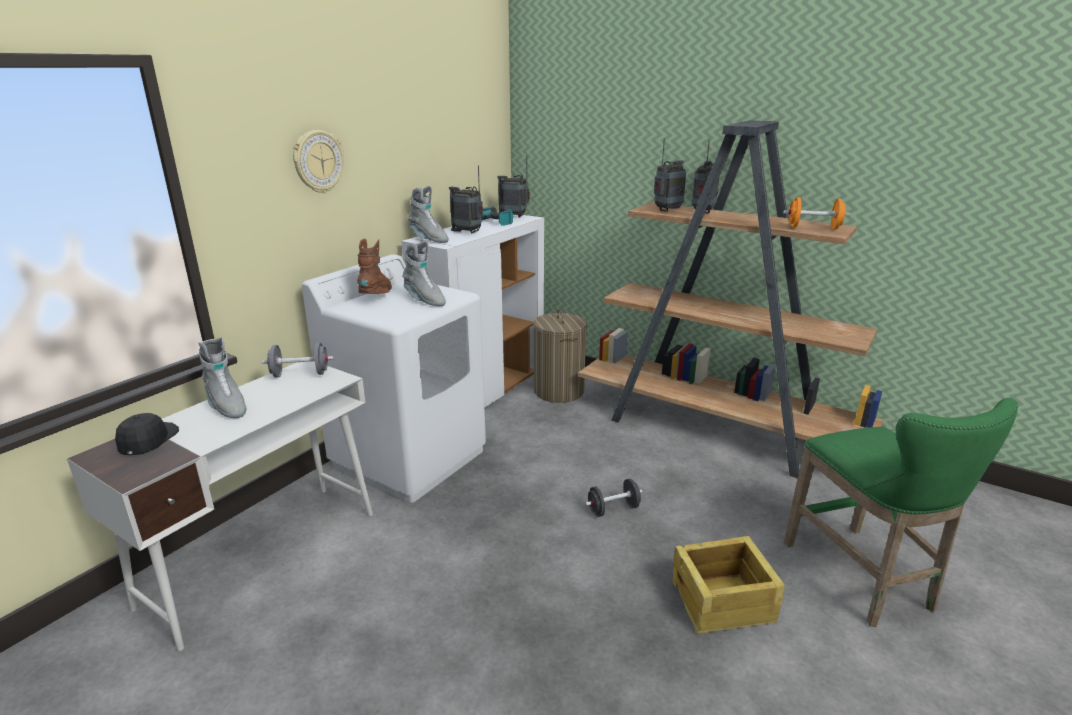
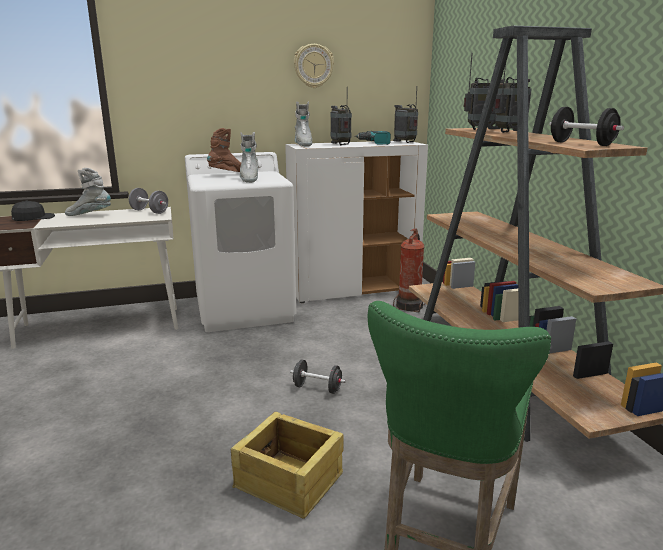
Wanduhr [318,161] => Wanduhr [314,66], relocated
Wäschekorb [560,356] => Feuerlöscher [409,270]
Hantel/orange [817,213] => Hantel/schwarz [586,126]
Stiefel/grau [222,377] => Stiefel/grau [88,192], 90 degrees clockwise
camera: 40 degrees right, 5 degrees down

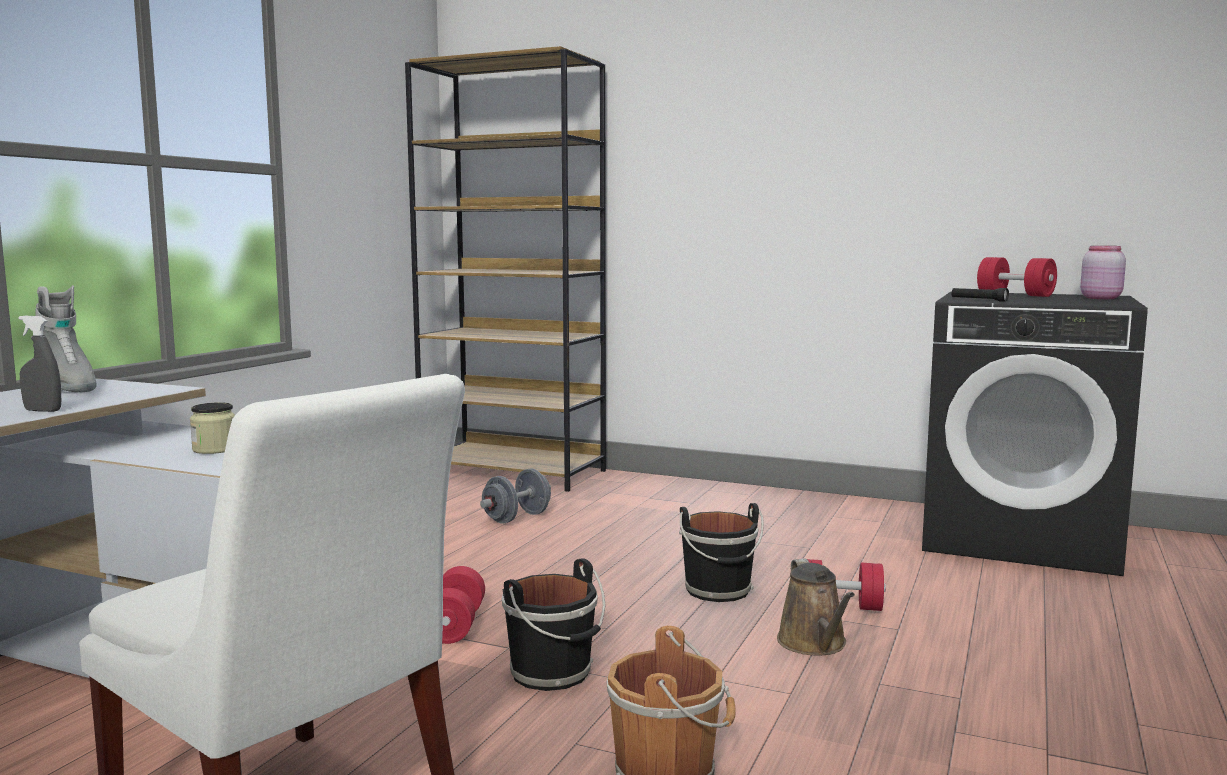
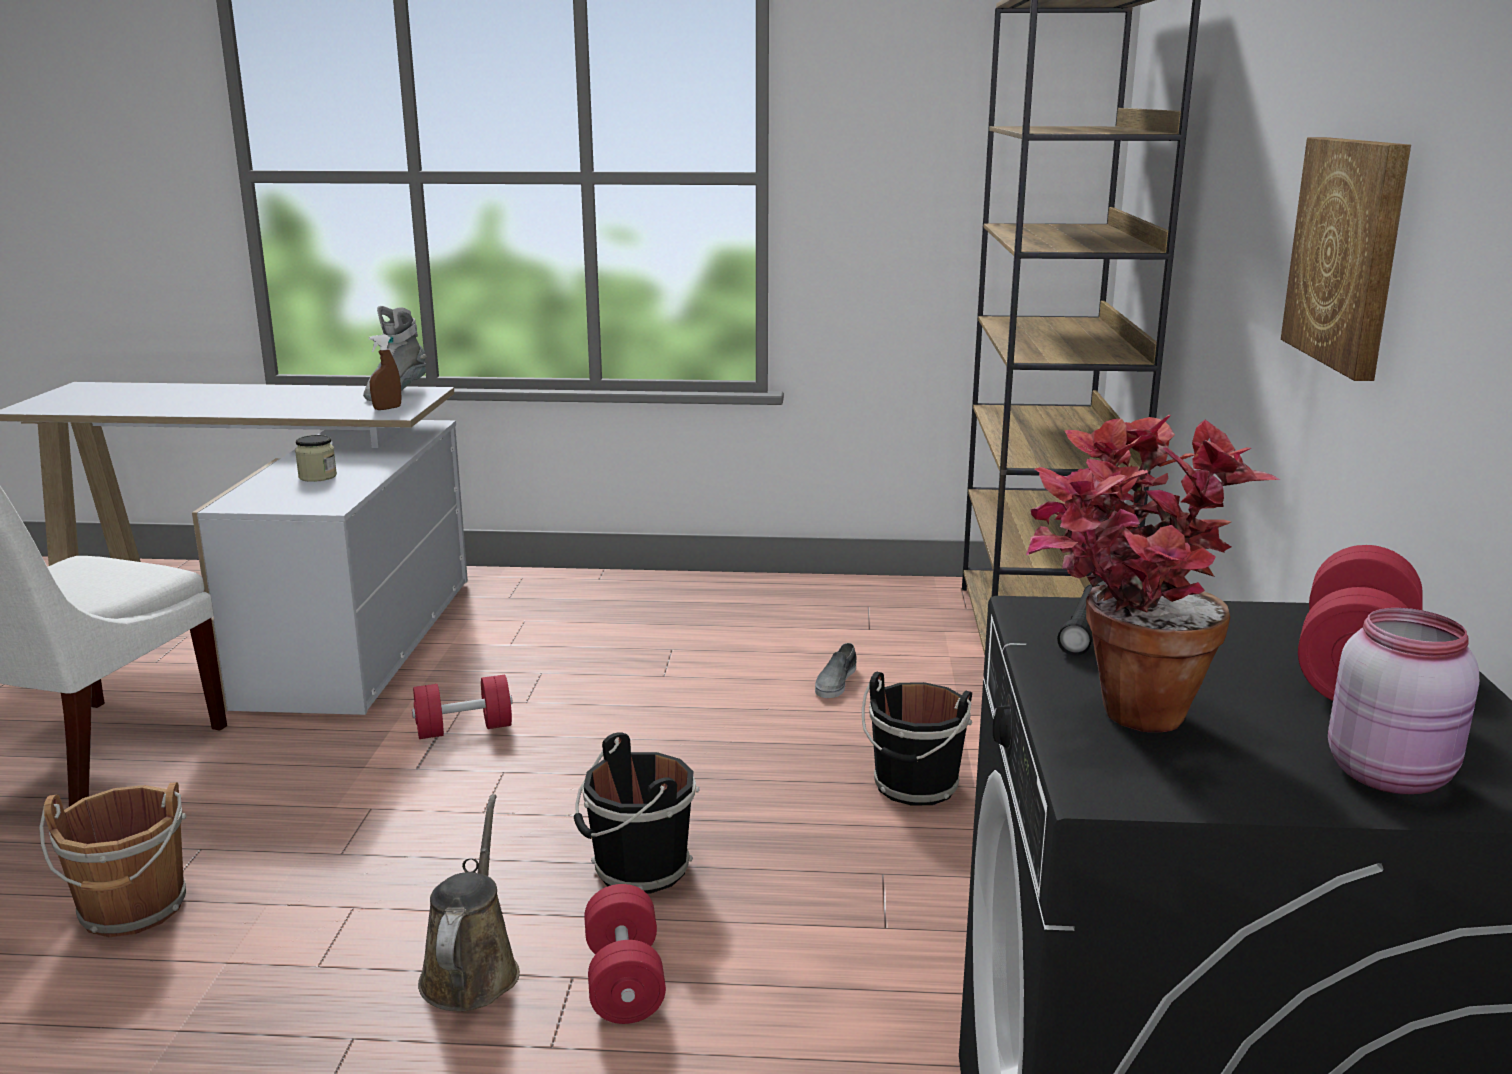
Sprühflasche/grau [39,364] => nothing
nothing => Sprühflasche/braun [385,372]
nothing => Topfpflanze [1153,573]
nothing => Bild [1346,259]
Eimer/schwarz [554,624] => Eimer/schwarz [917,739], relocated
Hantel/grau [515,496] => Schuh/grau [835,670]
Gießkanne/braun [816,606] => Gießkanne/braun [469,902], 120 degrees clockwise
camera: 70 degrees right, 10 degrees up

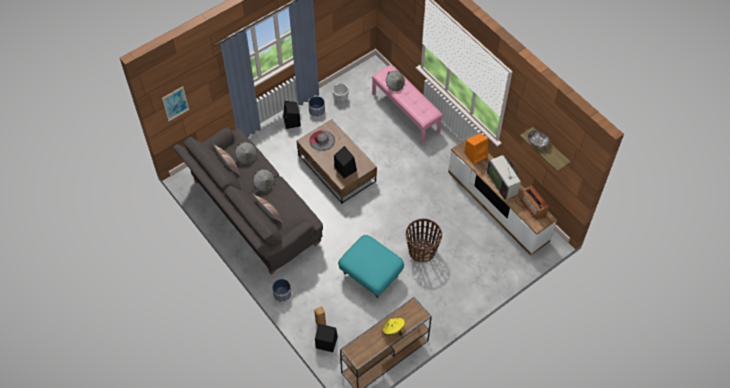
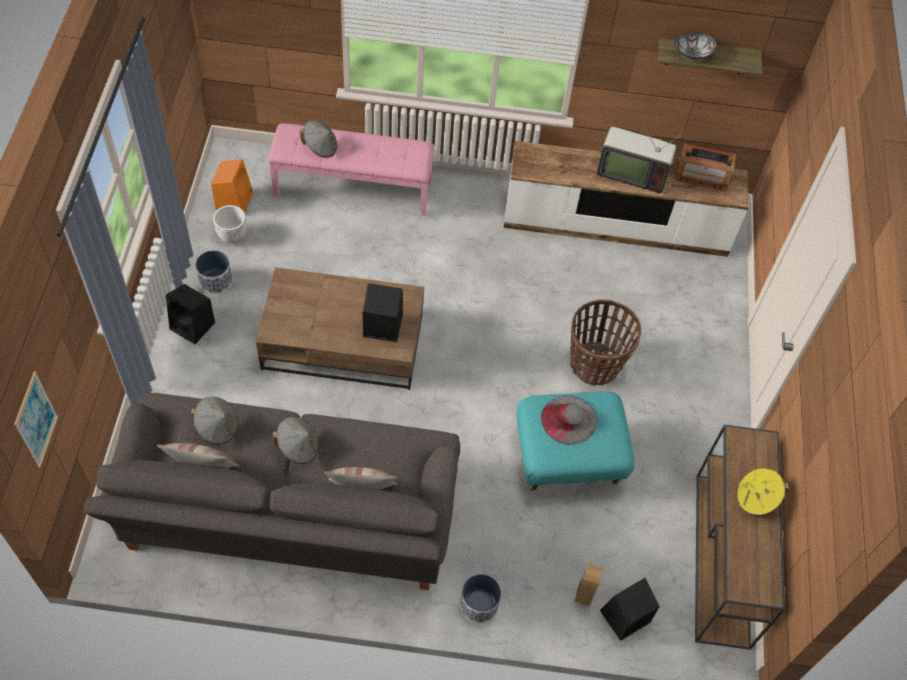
Hut/grau [322,140] => Hut/grau [569,420], relocated
Lautsprecher/orange [476,148] => Lautsprecher/orange [232,186], relocated
camera: 50 degrees left, 0 degrees up

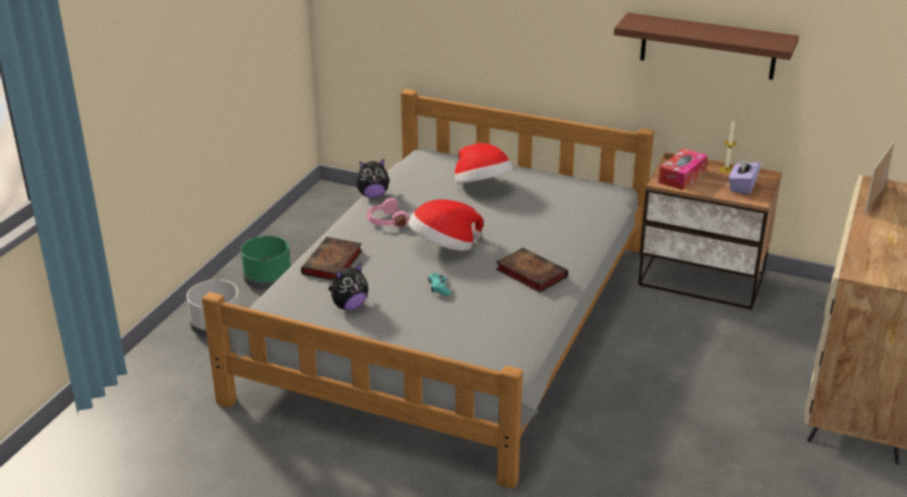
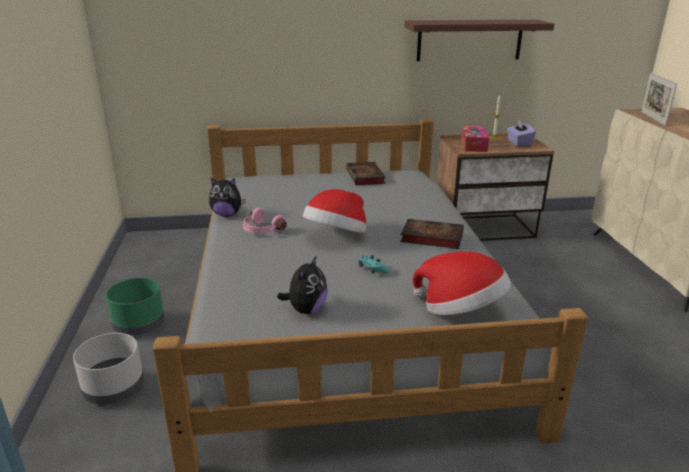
Buch [331,259] => Buch [366,173], relocated
Hut [483,163] => Hut [462,283], relocated
Plüschtier [373,178] => Plüschtier [227,197], 45 degrees clockwise
camera: 30 degrees left, 5 degrees down

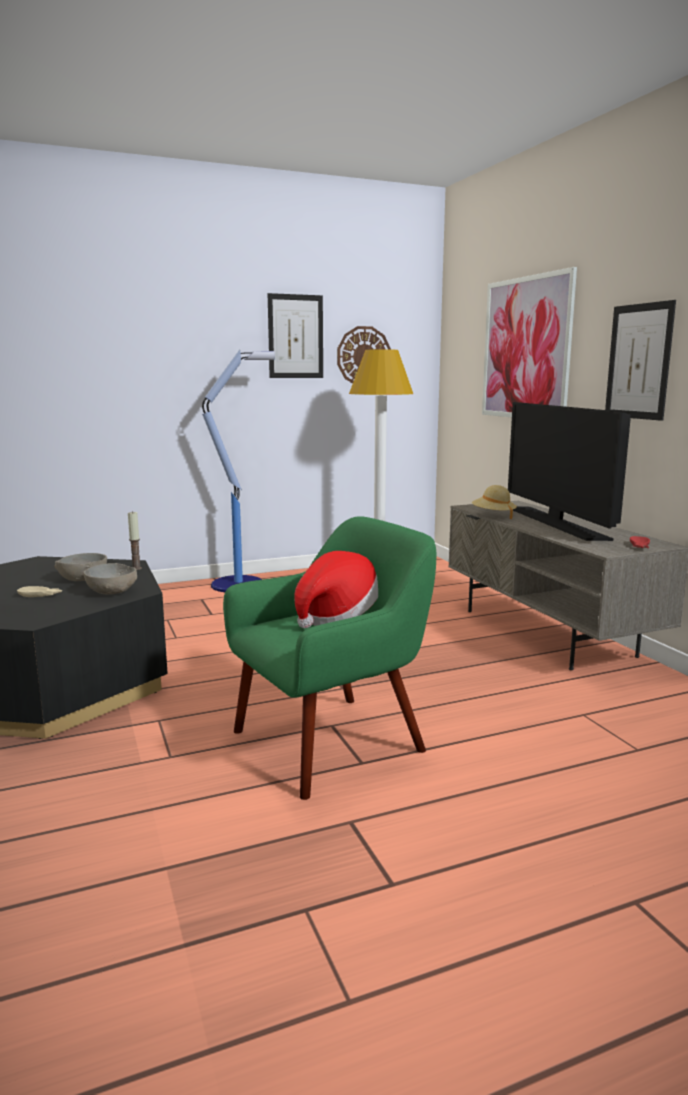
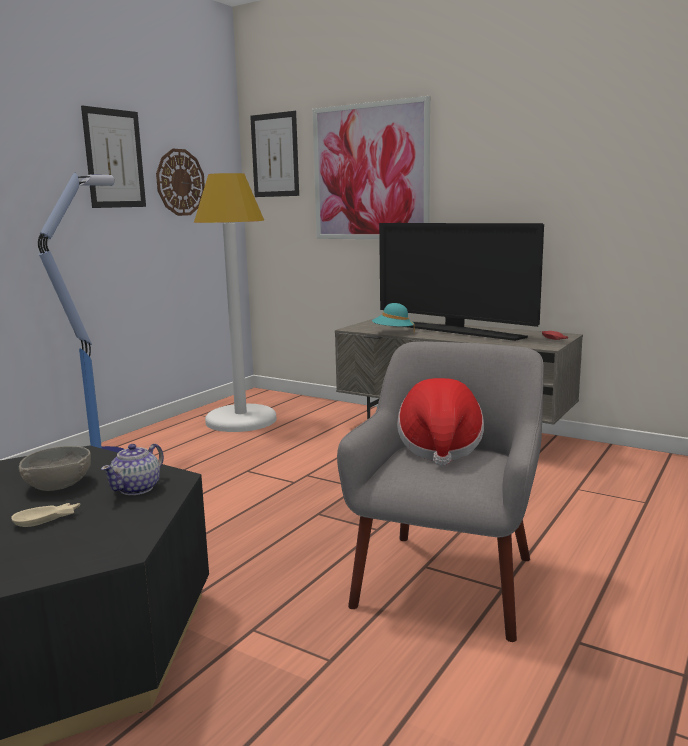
Kerze [135,540] => nothing
Bild [640,360] => Bild [274,154], relocated
Schüssel/grau [110,579] => Teekanne [132,469]
Sessel/grün [329,658] => Sessel/grau [440,492]
Hut/beige [494,502] => Hut/türkis [393,318]
camera: 35 degrees left, 0 degrees up

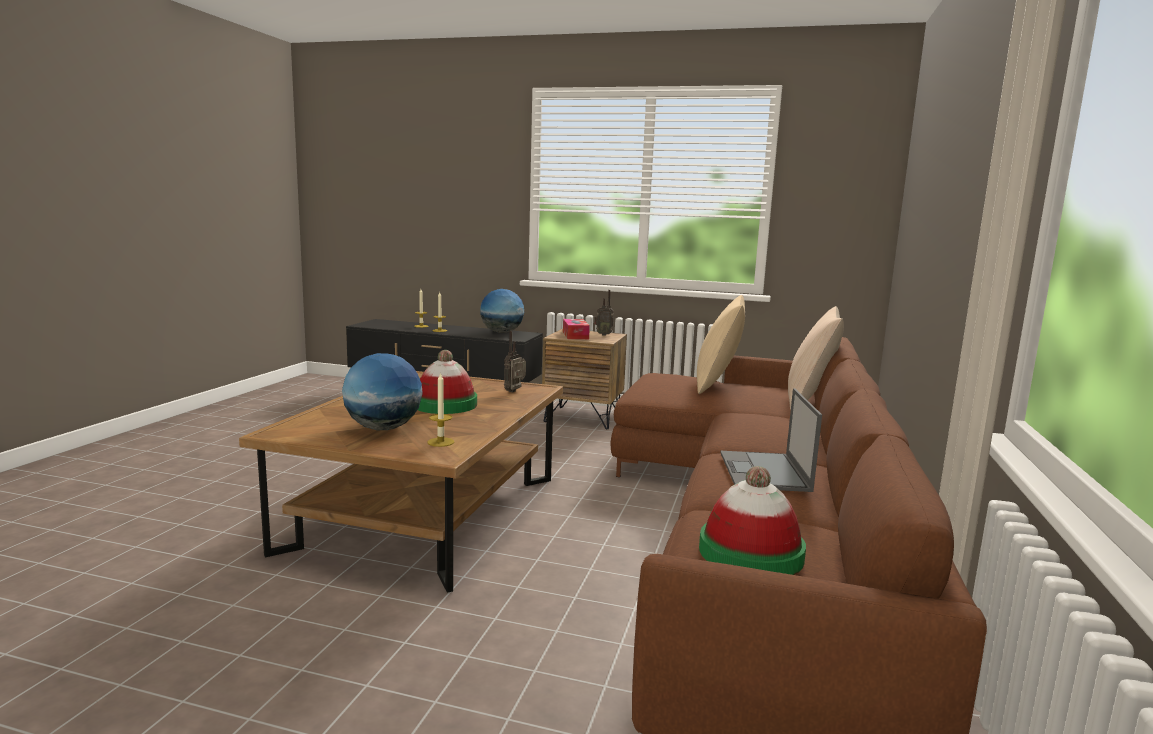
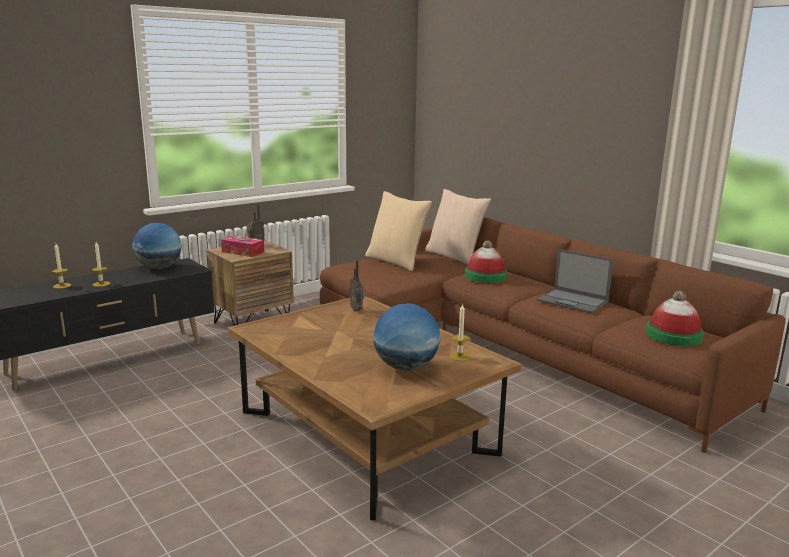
Hut [447,382] => Hut [486,261], relocated
camera: 55 degrees left, 5 degrees up

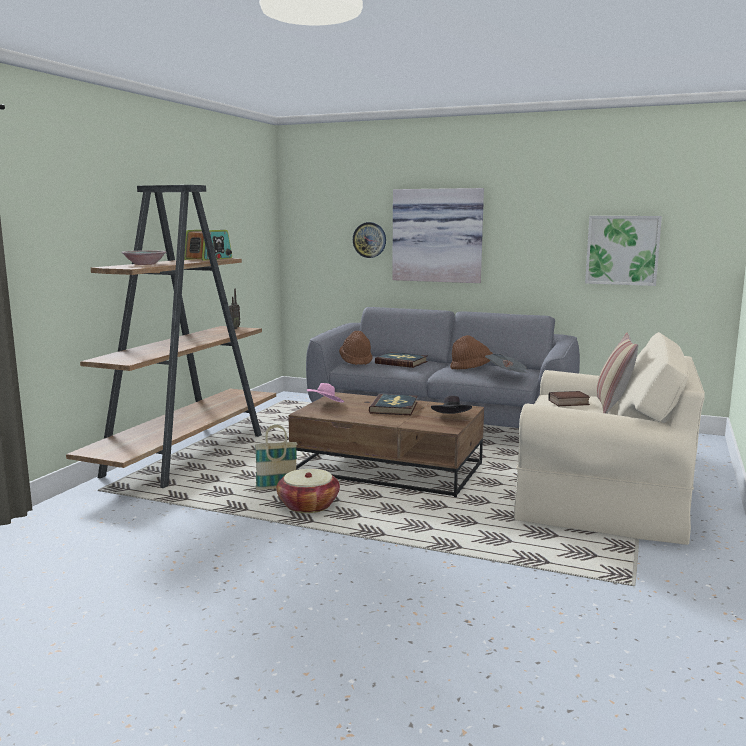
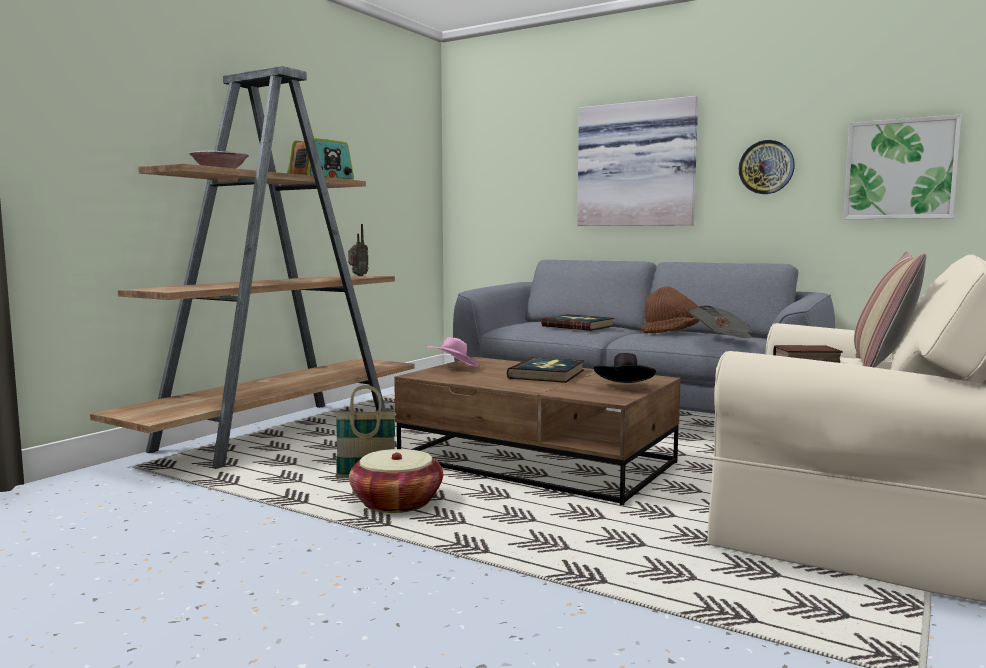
Hut/braun [356,348] => nothing
Wanduhr [369,240] => Wanduhr [767,167], relocated
camera: 10 degrees right, 5 degrees down

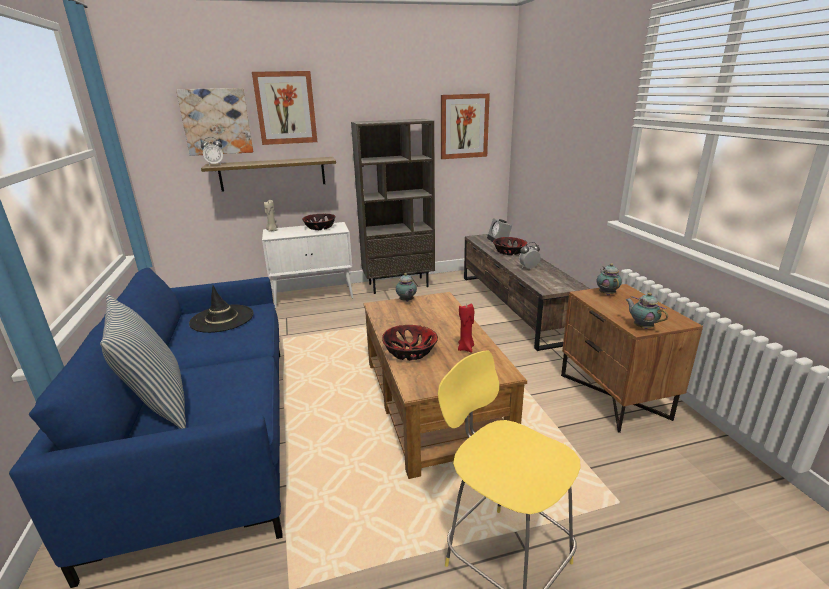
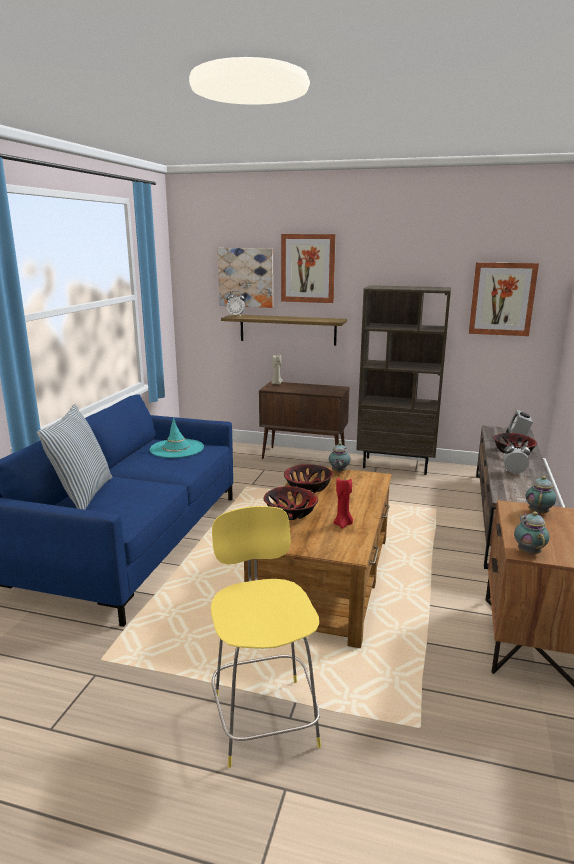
Schüssel [319,222] => Schüssel [308,478], relocated
Hut/schwarz [221,309] => Hut/türkis [177,438]
Schrank/weiß [307,265] => Schrank/braun [304,420]
camera: 30 degrees right, 5 degrees down

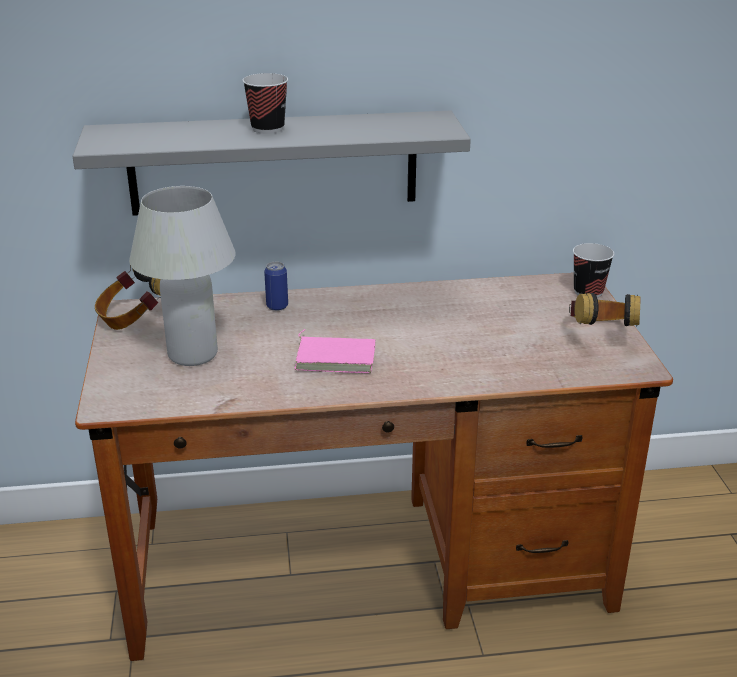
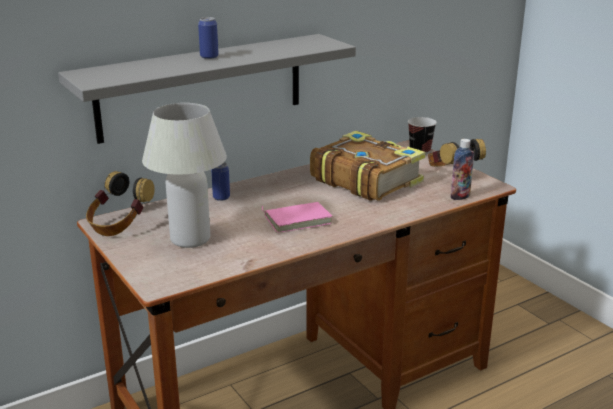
nothing => Buch [368,166]
nothing => Flasche [462,169]
Tasse [265,103] => Dose [208,38]
camera: 25 degrees left, 5 degrees down

